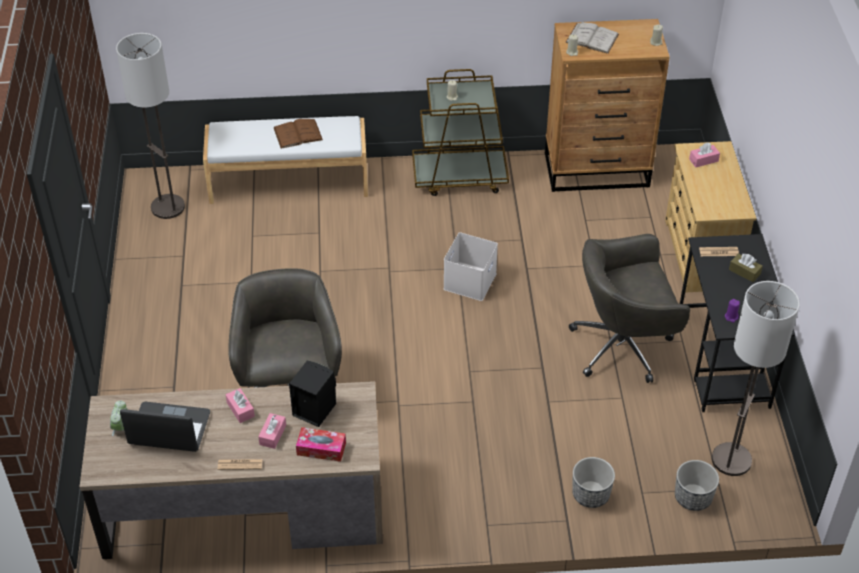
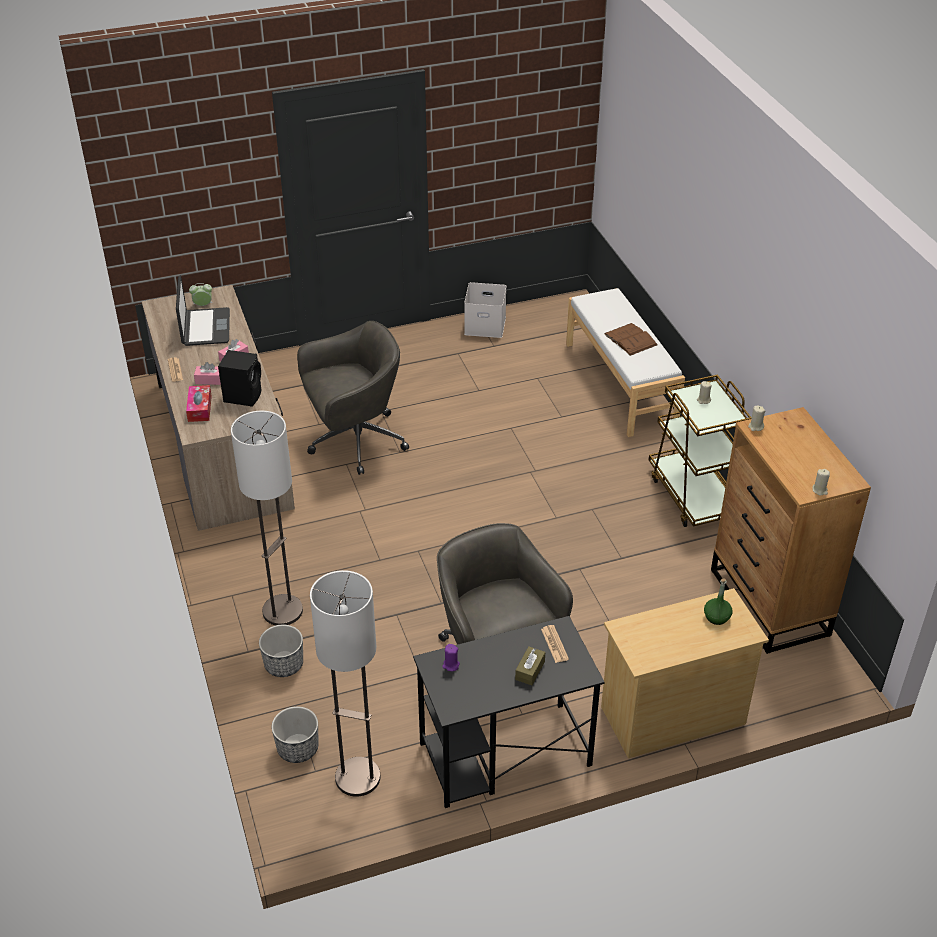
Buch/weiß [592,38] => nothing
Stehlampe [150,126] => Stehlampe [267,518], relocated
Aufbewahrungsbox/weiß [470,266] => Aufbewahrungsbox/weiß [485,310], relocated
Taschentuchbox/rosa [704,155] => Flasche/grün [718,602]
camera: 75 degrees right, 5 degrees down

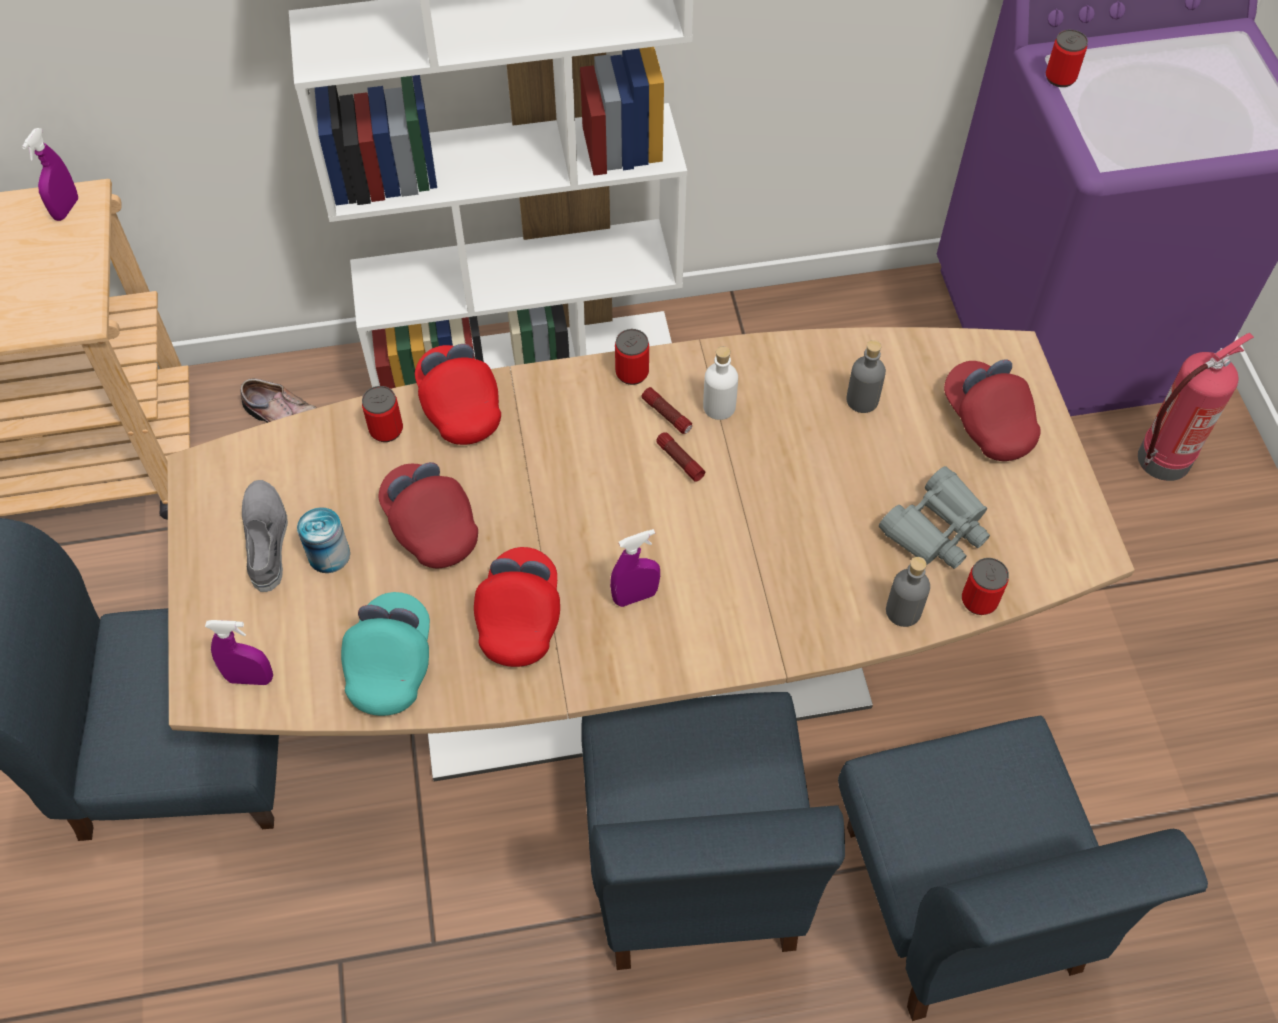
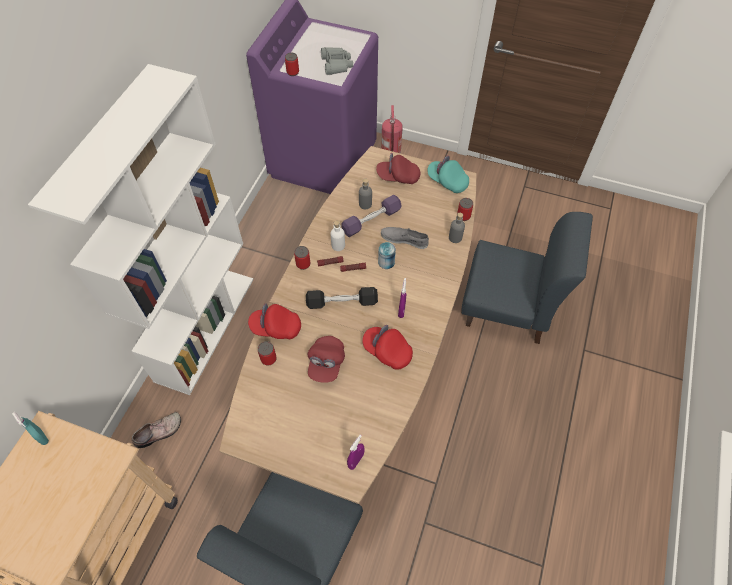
Stuhl/blau [713,831] => nothing
nothing => Hantel/schwarz [342,298]
nothing => Hantel/lila [371,216]
Schuh/grau [265,536] => Schuh/grau [405,238], relocated
Dose [323,540] => Dose [387,255], relocated
Kappe/türkis [385,654] => Kappe/türkis [448,174], relocated
Fernglas/grau [934,517] => Fernglas/grau [337,61], relocated
Sprühflasche/lila [50,174] => Sprühflasche/türkis [30,428]
Kappe/rot [428,515] => Kappe/rot [326,359], 75 degrees counterclockwise
camera: 60 degrees left, 0 degrees up

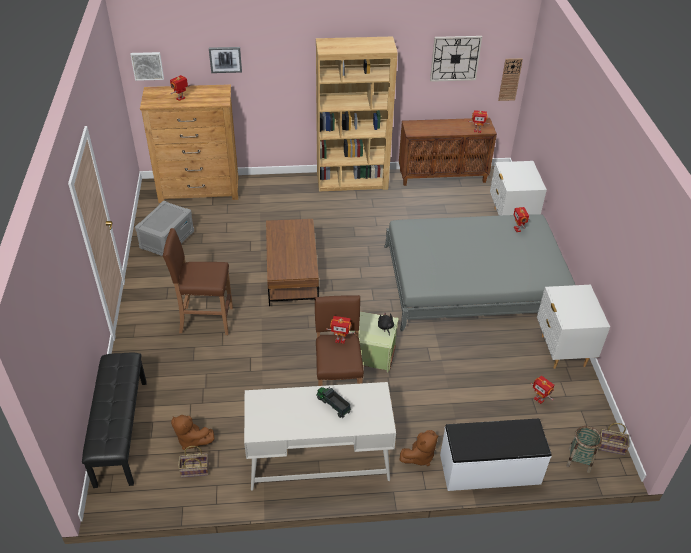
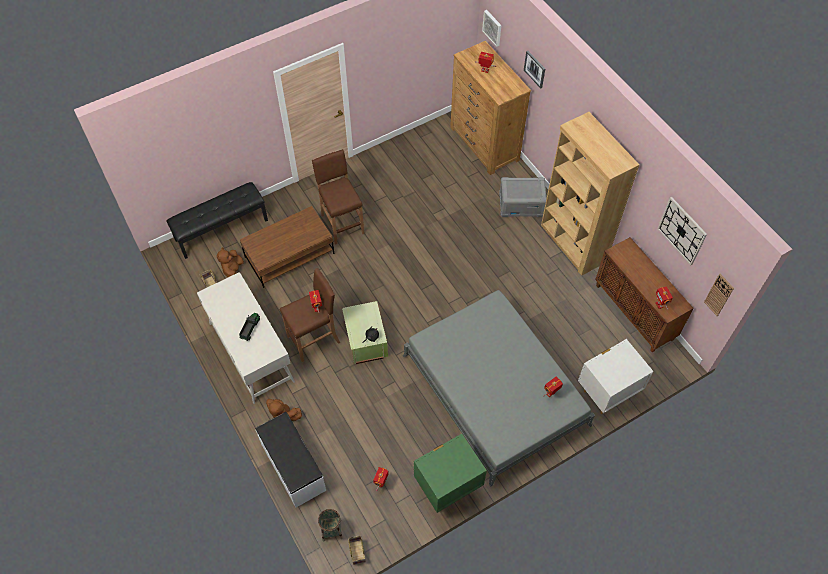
Aufbewahrungsbox/grau [164,228] => Aufbewahrungsbox/grau [523,197], relocated
Couchtisch/braun [292,262] => Couchtisch/braun [287,247], relocated
Nachttisch/weiß [573,327] => Nachttisch/grün [450,473]
camera: 65 degrees right, 15 degrees up

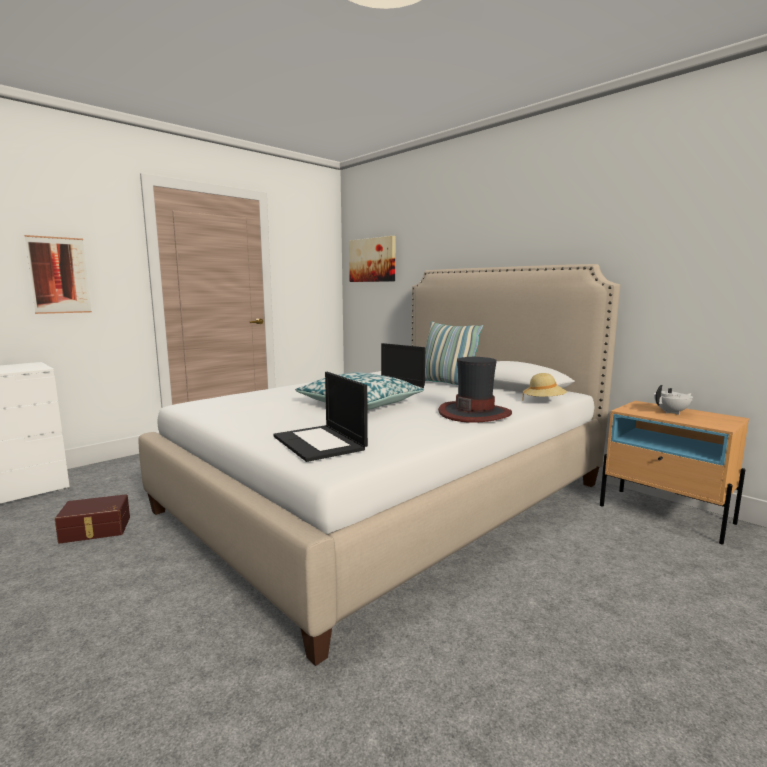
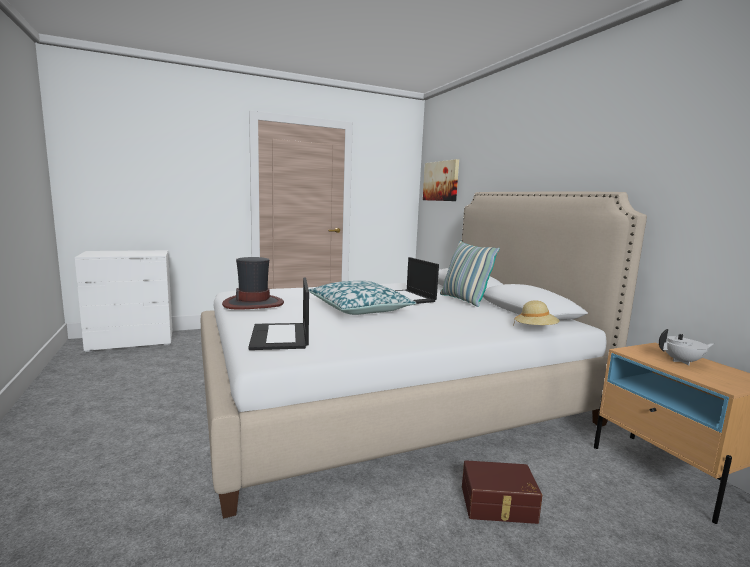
Bild [58,274] => nothing
Aufbewahrungsbox/braun [92,519] => Aufbewahrungsbox/braun [502,492], relocated
Hut [475,390] => Hut [253,283], relocated
camera: 20 degrees right, 0 degrees up

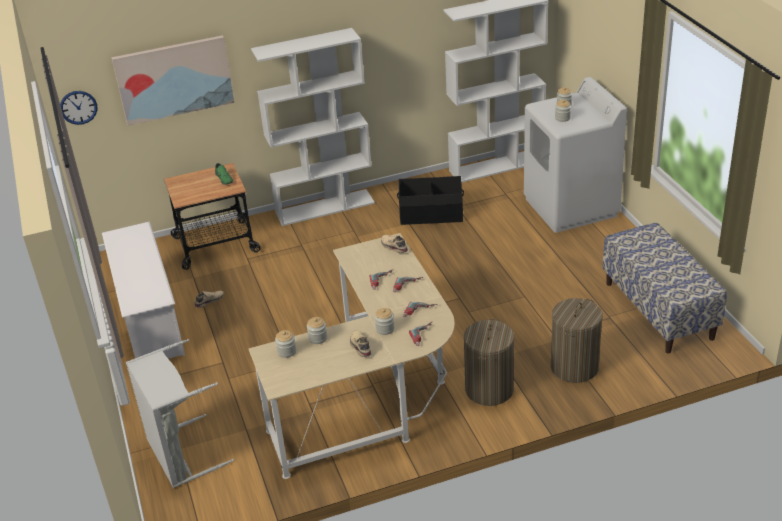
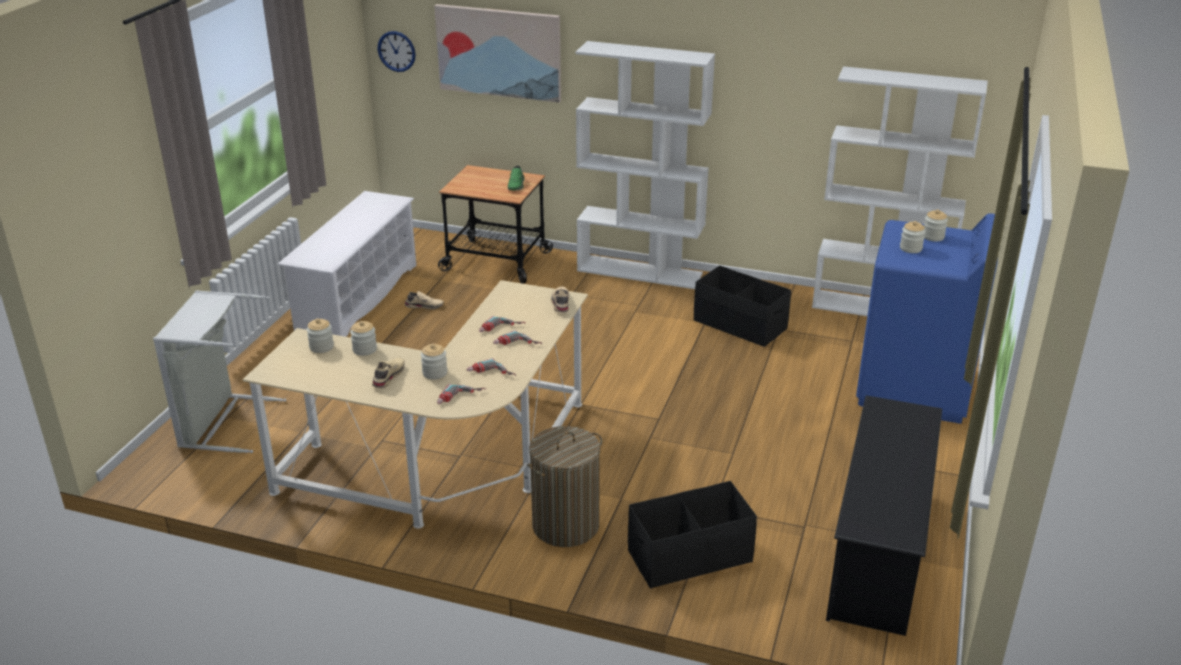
Wäschekorb [577,340] => Aufbewahrungsbox/schwarz [692,535]
Bank [664,288] => Schuhregal/schwarz [884,515]
Waschmaschine/weiß [575,155] => Waschmaschine/blau [927,318]
camera: 35 degrees right, 5 degrees down

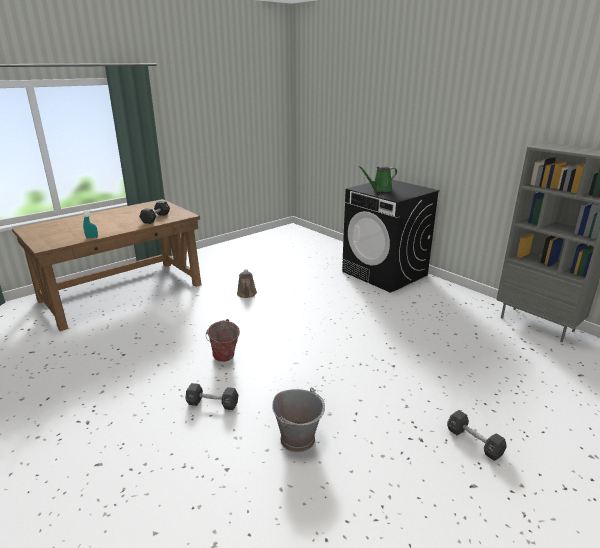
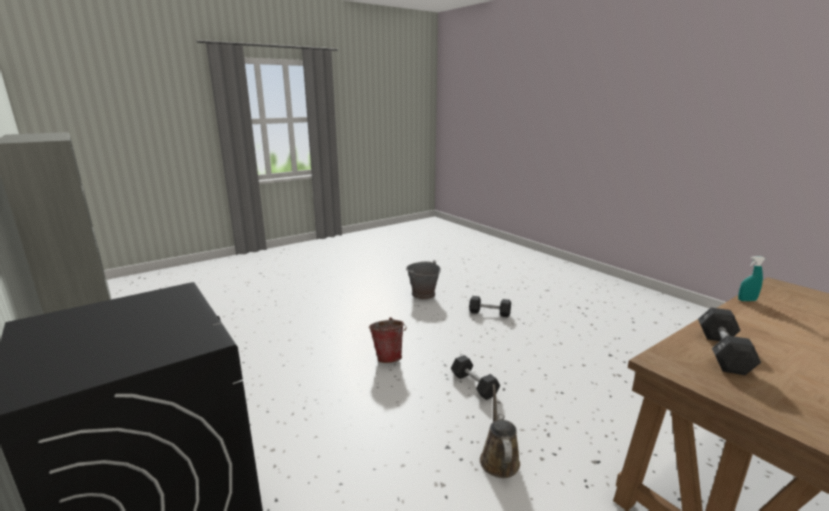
Gießkanne/grün [377,179] => nothing
Eimer [223,340] => Eimer [388,340], relocated
Hantel/schwarz [476,435] => Hantel/schwarz [475,377], relocated
camera: 175 degrees left, 5 degrees down

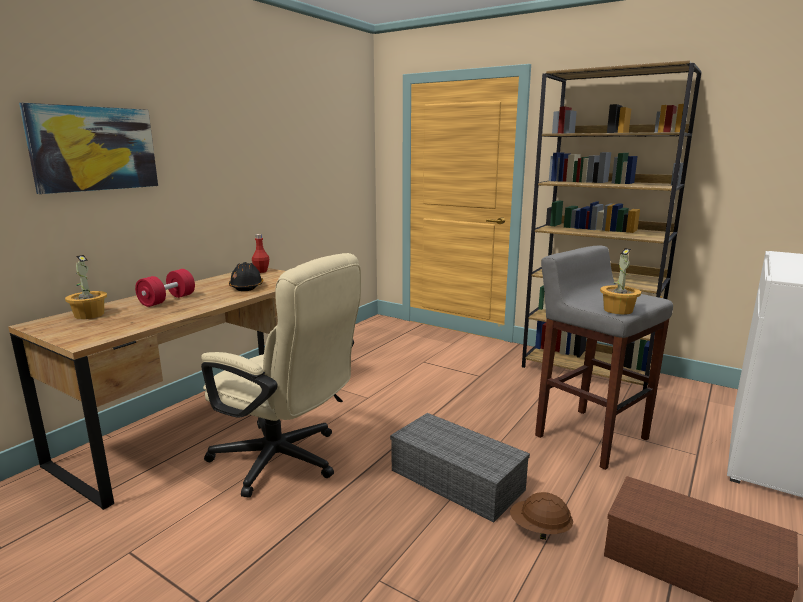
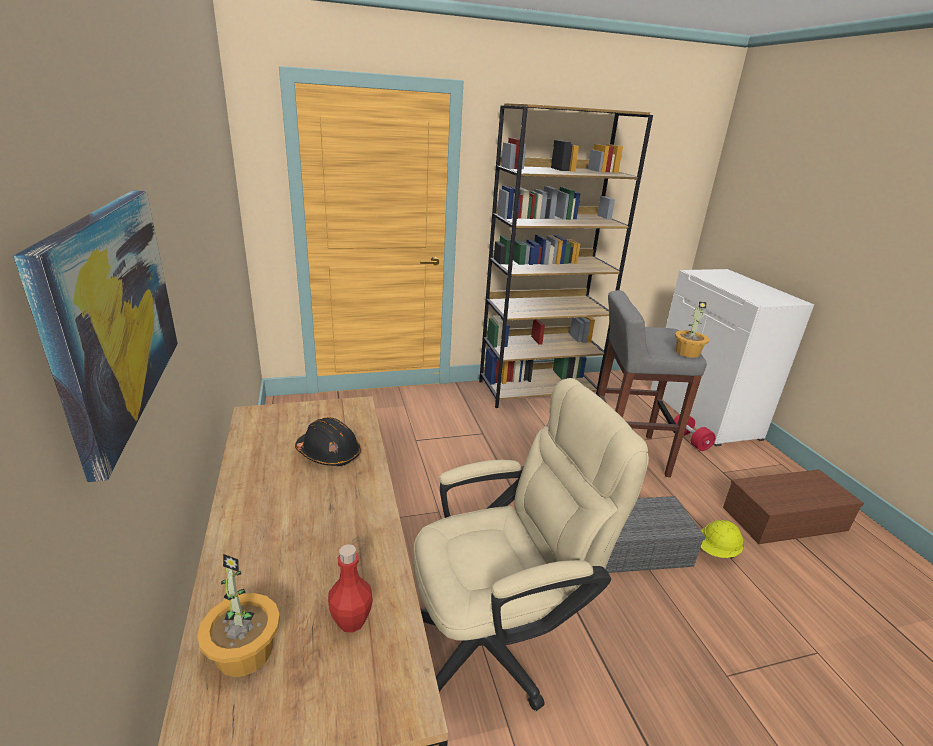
Hantel/rot [165,288] => Hantel/rot [695,432], relocated
Flasche/rot [260,253] => Flasche/rot [350,588], relocated
Schutzhelm/braun [541,516] => Schutzhelm/gelb [722,539]
camera: 50 degrees left, 10 degrees up

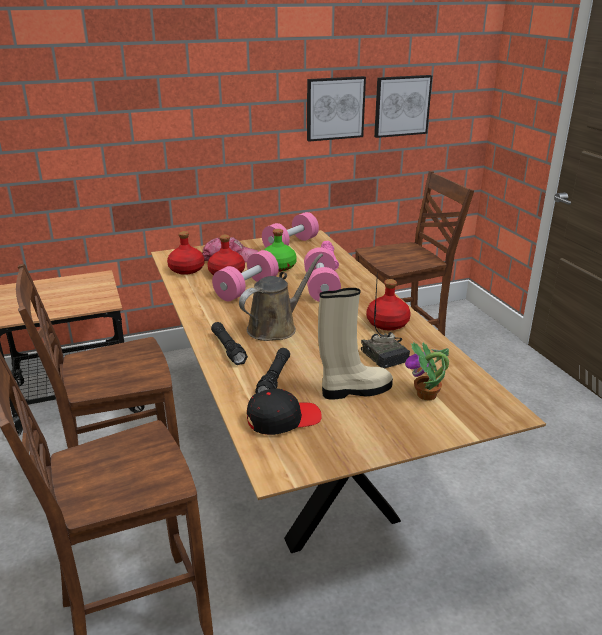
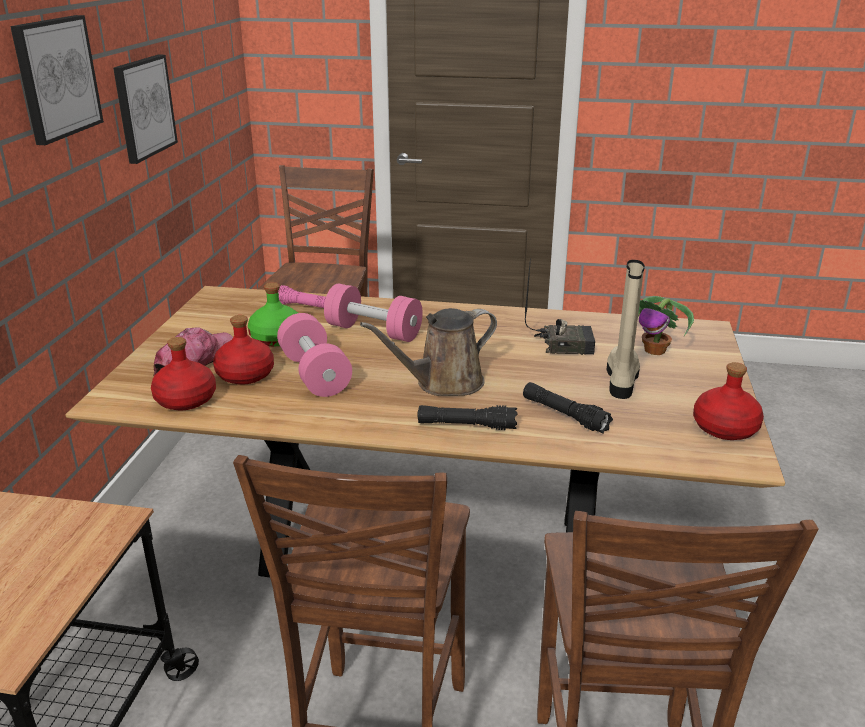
Kappe/schwarz [284,411] => nothing
Hantel/rosa [290,229] => nothing
Flasche/rot [389,304] => Flasche/rot [728,401], relocated
Bild [403,106] => Bild [57,80], relocated
Gießkanne/braun [281,297] => Gießkanne/braun [428,352], 105 degrees counterclockwise
camera: 60 degrees left, 0 degrees up

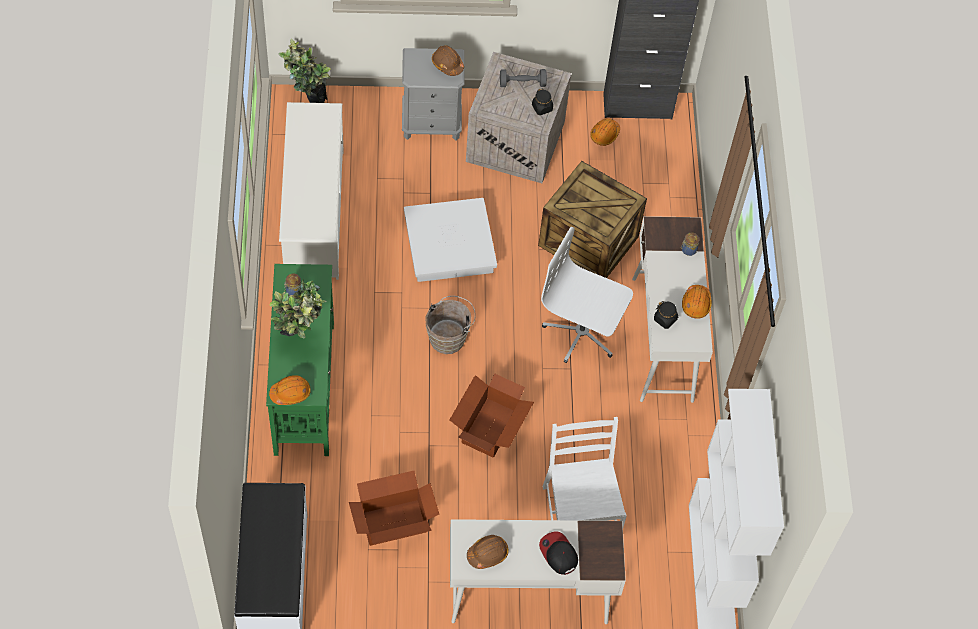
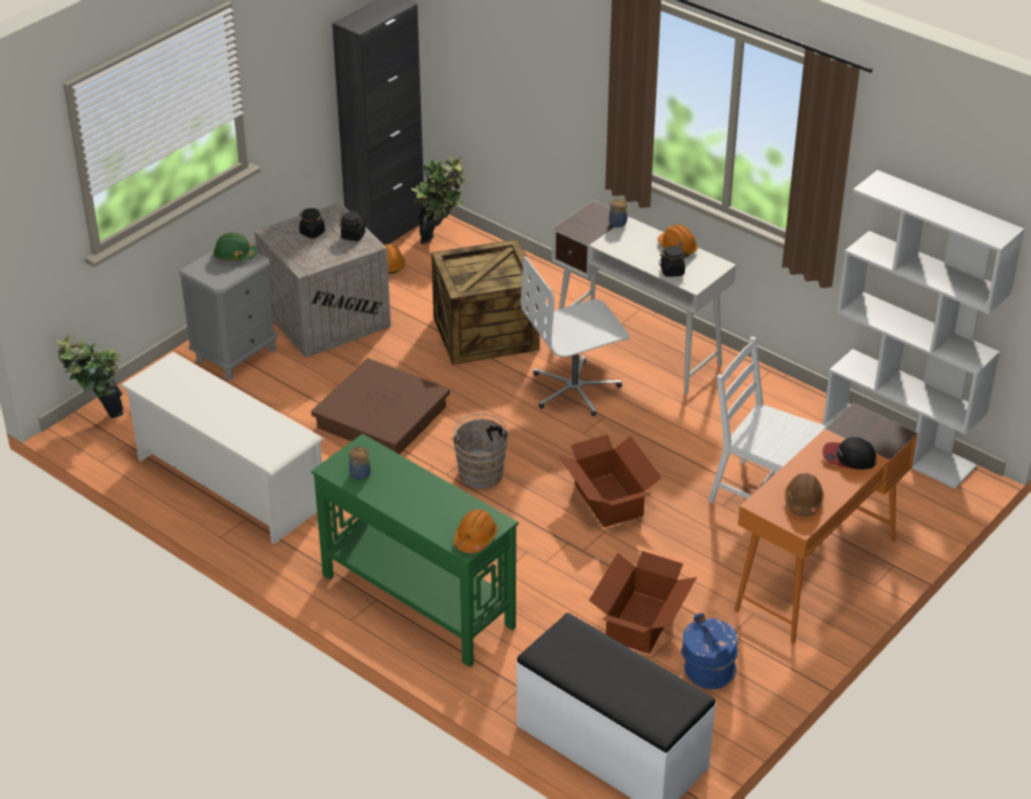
nothing => Eimer/blau [709,651]
Topfpflanze [297,309] => Topfpflanze [438,200], relocated
Hantel/grau [523,78] => Vorratsglas/schwarz [312,223]
Aufbewahrungsbox/weiß [450,240] => Aufbewahrungsbox/braun [380,406]
Schutzhelm/braun [448,60] => Schutzhelm/grün [235,246]
Schreibtisch/weiß [538,571] => Schreibtisch/orange [826,523]
camera: 45 degrees left, 20 degrees down

